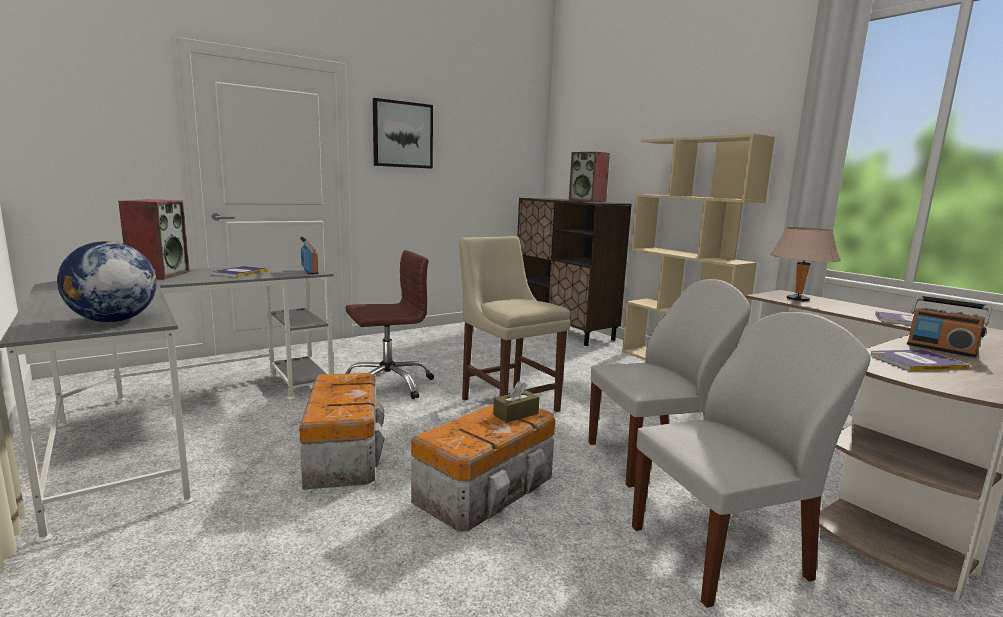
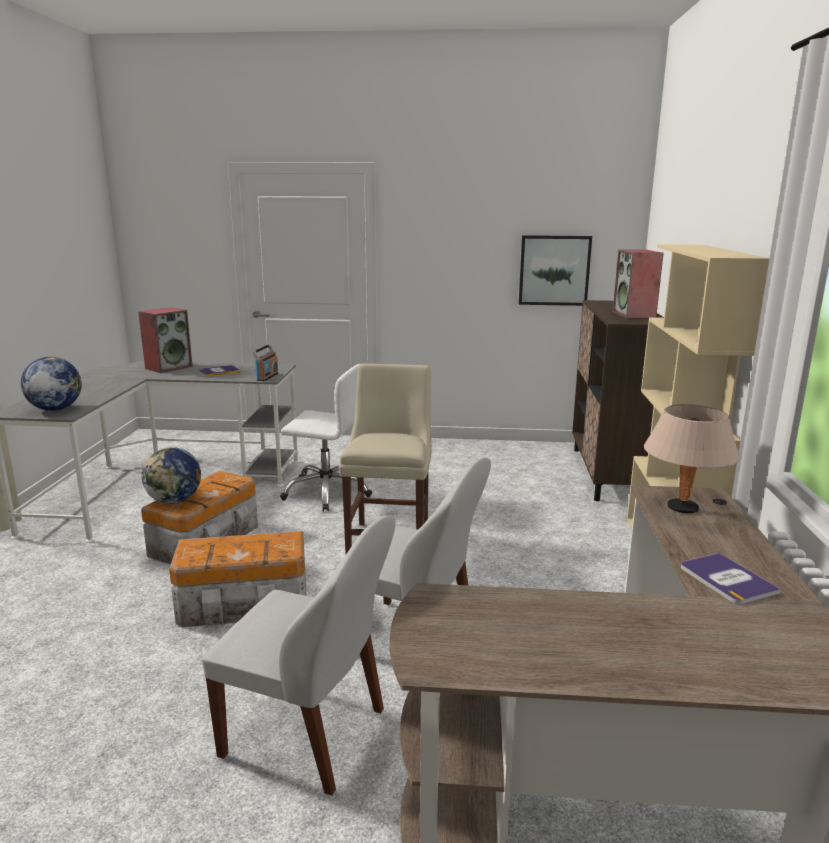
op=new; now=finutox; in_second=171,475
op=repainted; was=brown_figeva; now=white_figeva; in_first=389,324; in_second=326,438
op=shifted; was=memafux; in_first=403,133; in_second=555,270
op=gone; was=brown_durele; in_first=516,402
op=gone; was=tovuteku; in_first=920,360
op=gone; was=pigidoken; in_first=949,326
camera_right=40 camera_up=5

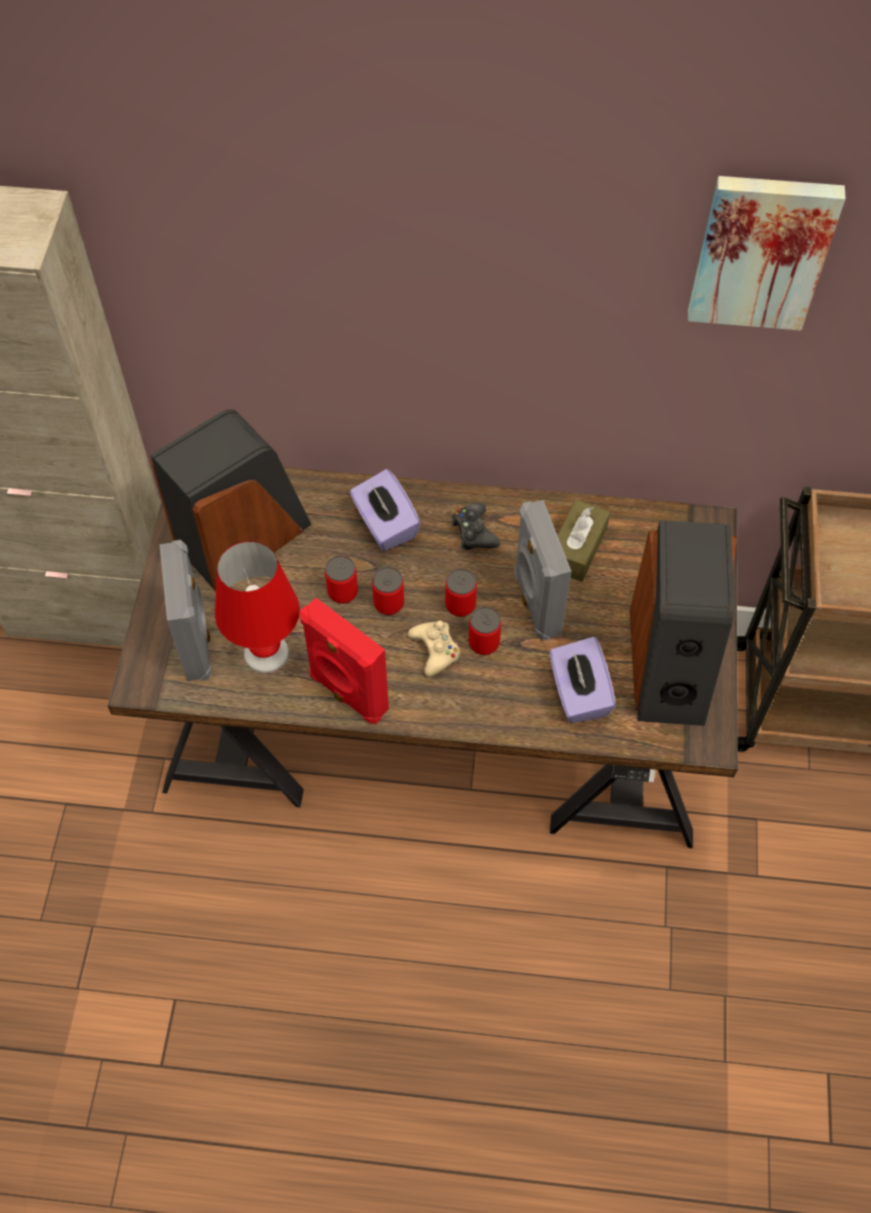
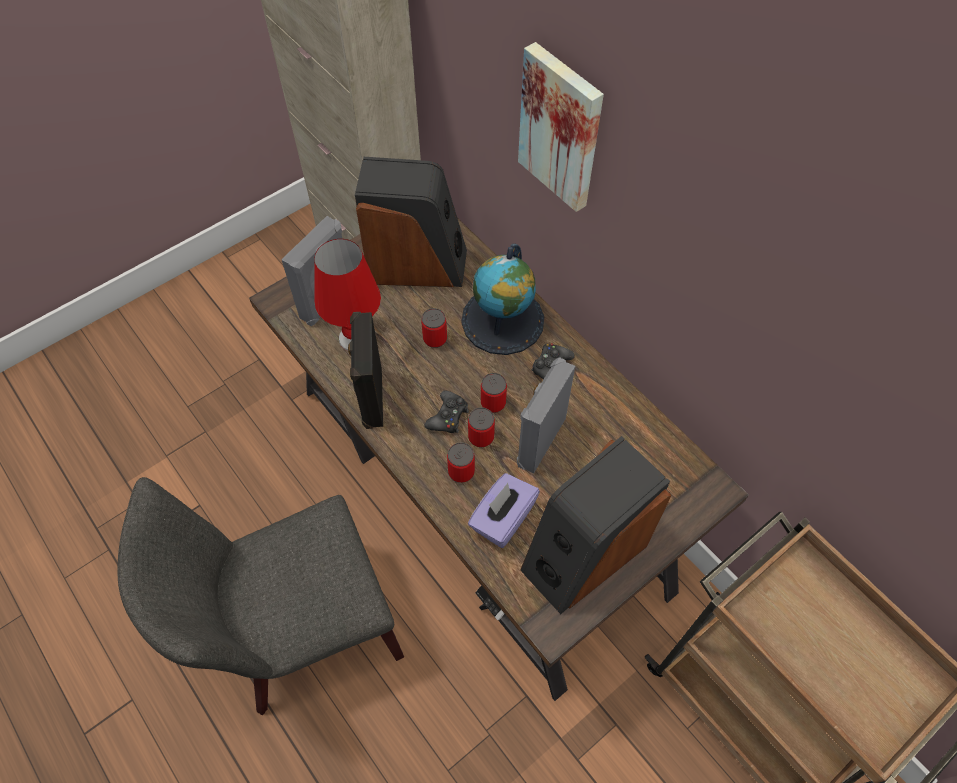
op=new; now=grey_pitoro; in_second=260,596
op=repainted; was=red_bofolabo; now=black_bofolabo; in_first=344,661; in_second=365,370
op=repainted; was=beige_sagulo; now=black_sagulo; in_first=434,648; in_second=446,411
op=shifted; was=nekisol; in_first=388,591; in_second=461,462
op=swapped; was=purple_durele; now=finutox; in_first=385,510; in_second=502,299
op=shifted; was=memafux; in_first=767,253; in_second=561,127
op=gone; was=brown_durele; in_first=583,541
camera_right=45 camera_up=0

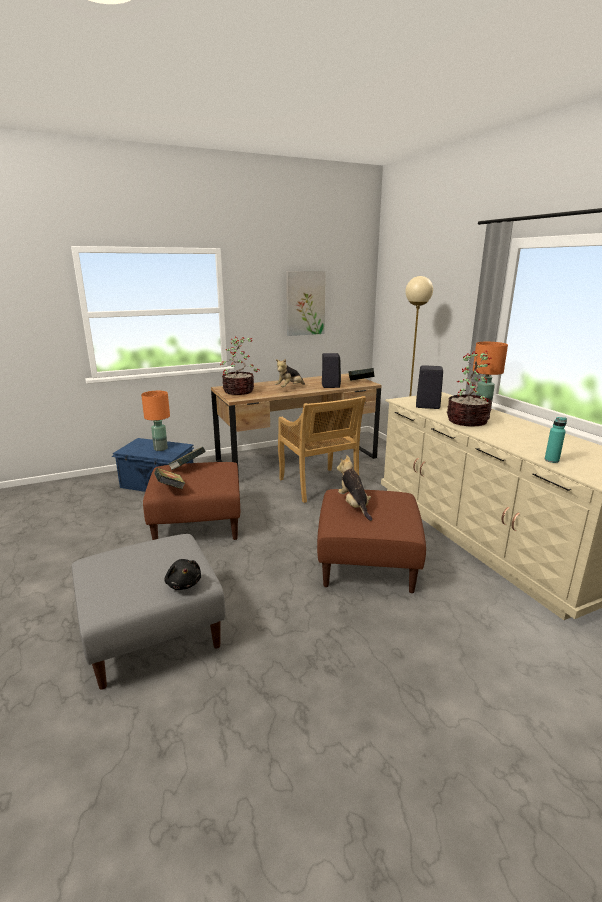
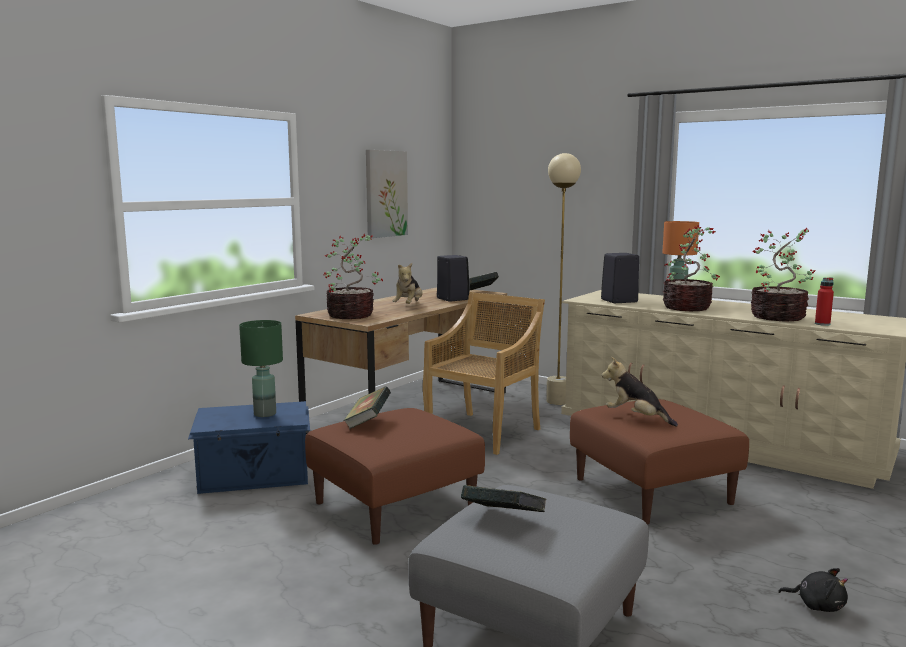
op=repainted; was=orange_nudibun; now=green_nudibun; in_first=155,421; in_second=261,368
op=rotated; was=beige_pitoro; in_first=322,449; in_second=484,373; clockwise=-90
op=shifted; was=tovuteku; in_first=169,478; in_second=503,498
op=new; now=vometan; in_second=783,275
op=shifted; was=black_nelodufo; in_first=182,574; in_second=813,590
op=repainted; was=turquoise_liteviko; now=red_liteviko; in_first=556,440; in_second=824,301
camera_right=-30 camera_up=-10

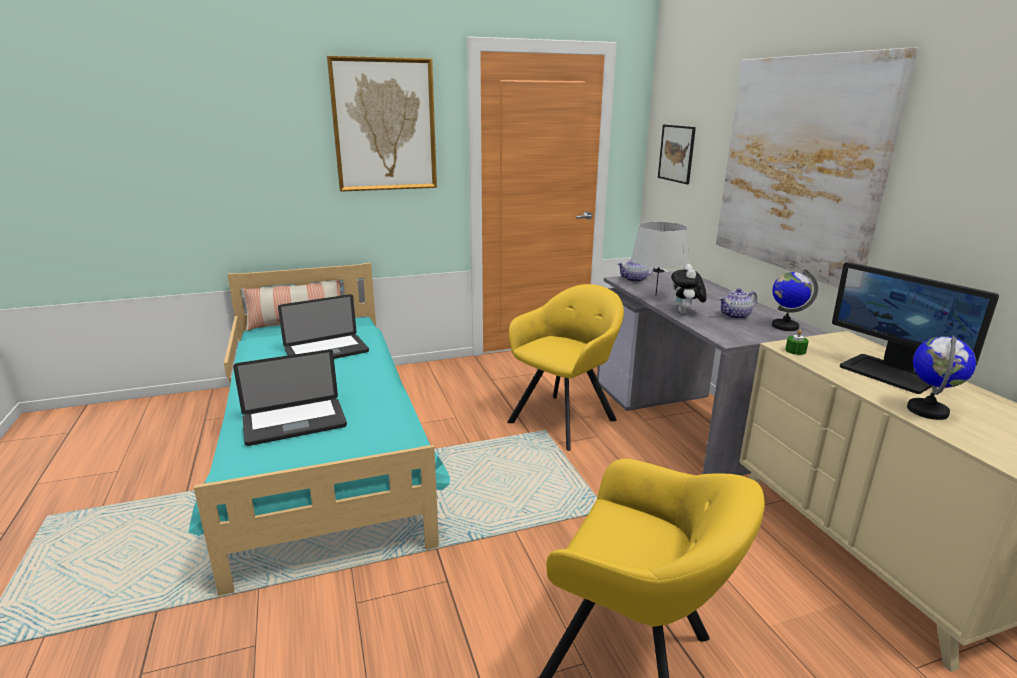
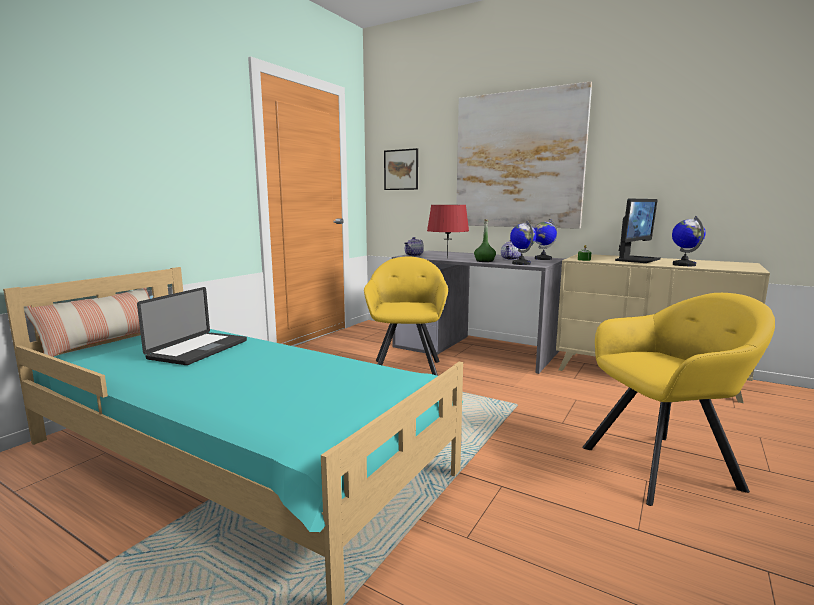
op=repainted; was=grey_nudibun; now=red_nudibun; in_first=660,259; in_second=448,232
op=swapped; was=nelodufo; now=green_liteviko; in_first=689,289; in_second=485,240
op=new; now=finutox; in_second=523,242
op=rotated; was=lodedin; in_first=915,328; in_second=638,230; clockwise=-60
op=gone; was=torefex; in_first=290,397
op=gone; was=memafux; in_first=382,124
camera_right=-40 camera_up=-10

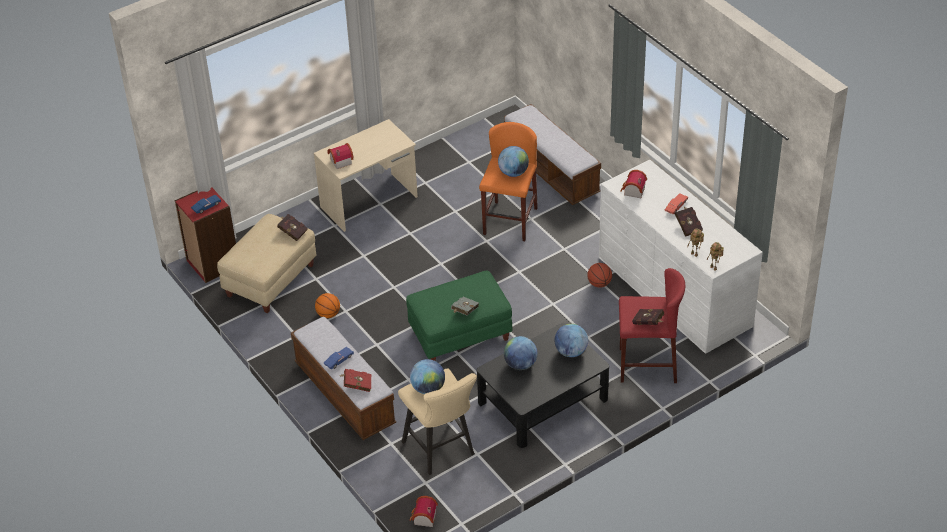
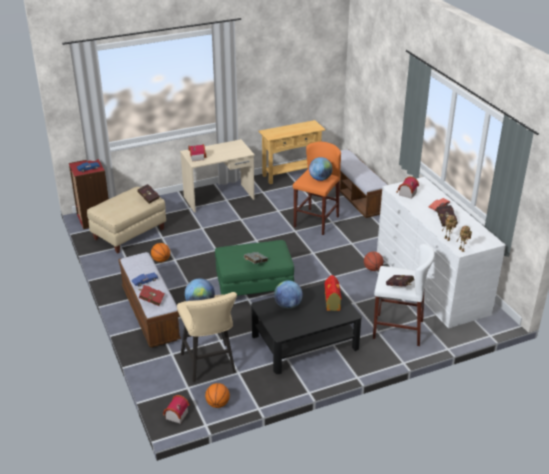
op=new; now=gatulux; in_second=217,395
op=new; now=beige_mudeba; in_second=291,152
op=swapped; was=finutox; now=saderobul; in_first=571,340; in_second=333,293
op=repainted; was=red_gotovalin; now=white_gotovalin; in_first=652,325; in_second=404,295
camera_right=10 camera_up=-10

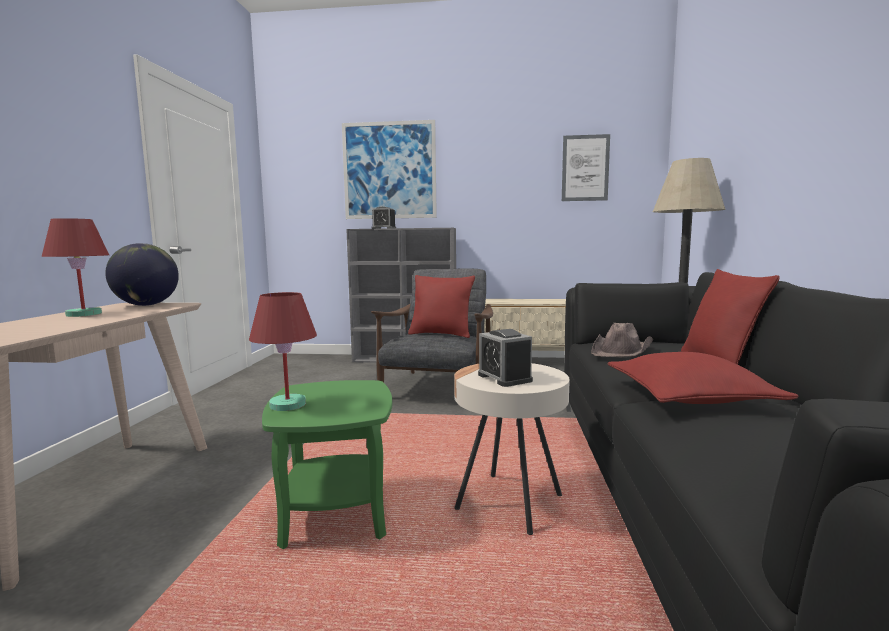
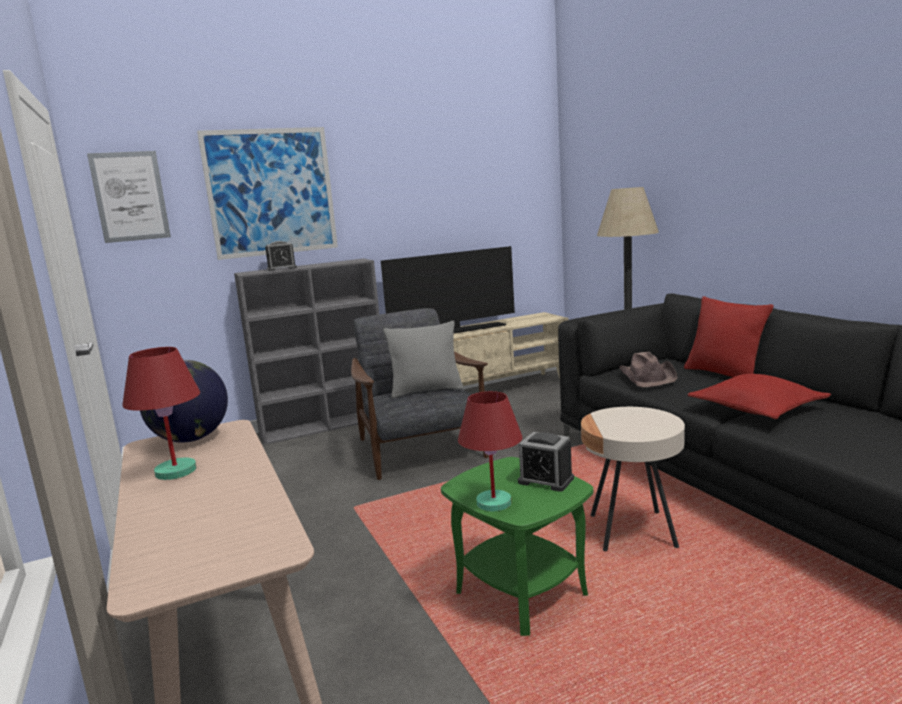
op=shifted; was=memafux; in_first=586,167; in_second=129,197
op=new; now=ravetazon; in_second=448,290
op=repainted; was=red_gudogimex; now=grey_gudogimex; in_first=441,306; in_second=424,359
op=shifted; was=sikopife; in_first=505,358; in_second=546,462
camera_right=-30 camera_up=5

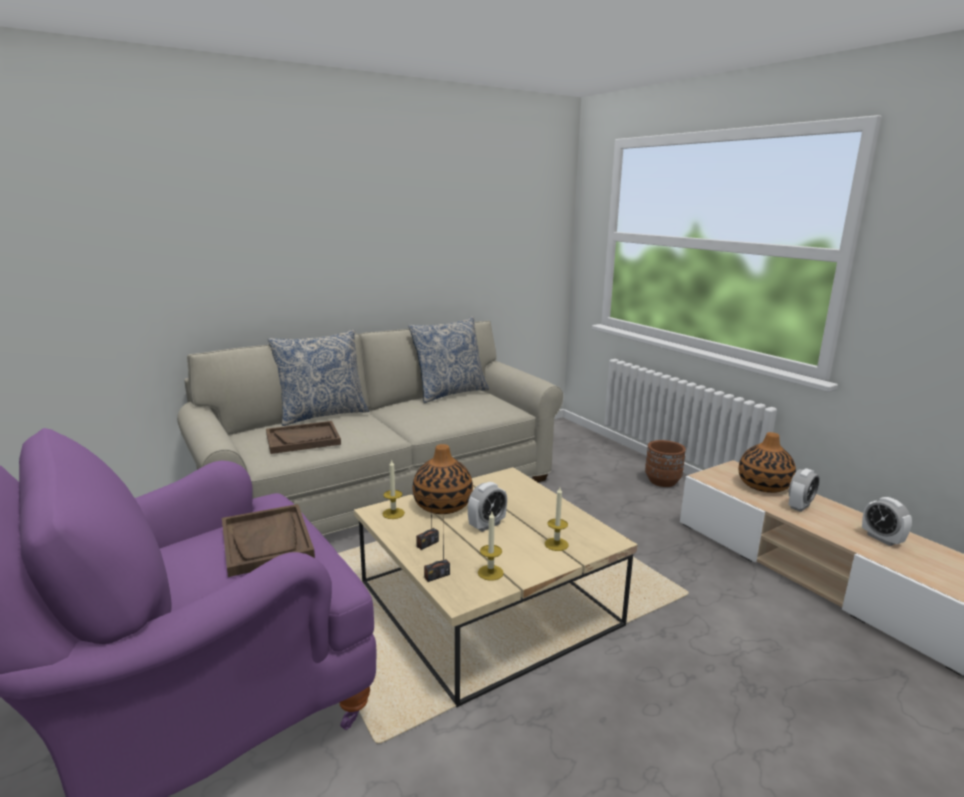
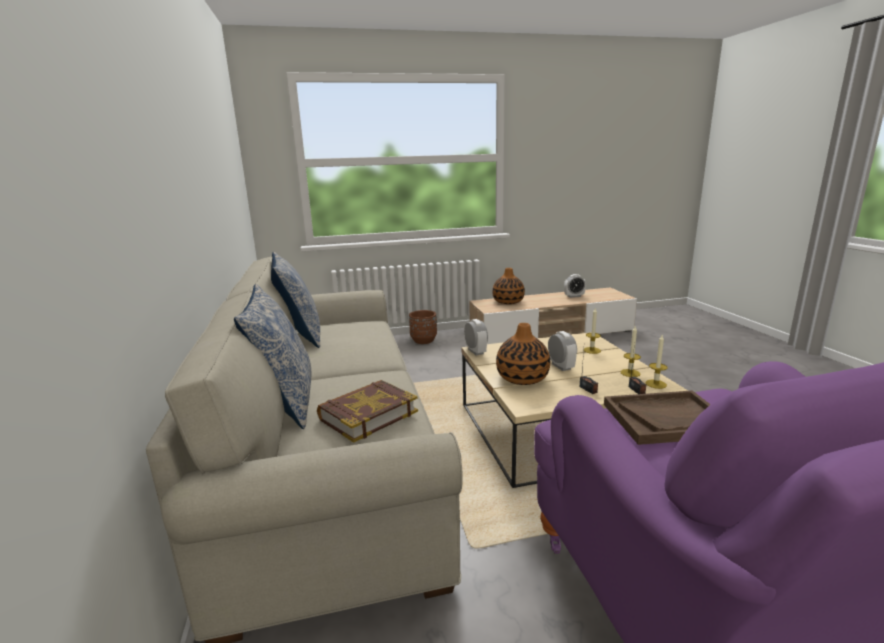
op=swapped; was=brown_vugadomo; now=tovuteku; in_first=303,437; in_second=367,411
op=shifted; was=sikopife; in_first=804,490; in_second=476,337
op=shifted; was=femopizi; in_first=394,489; in_second=656,362
camera_right=-70 camera_up=0

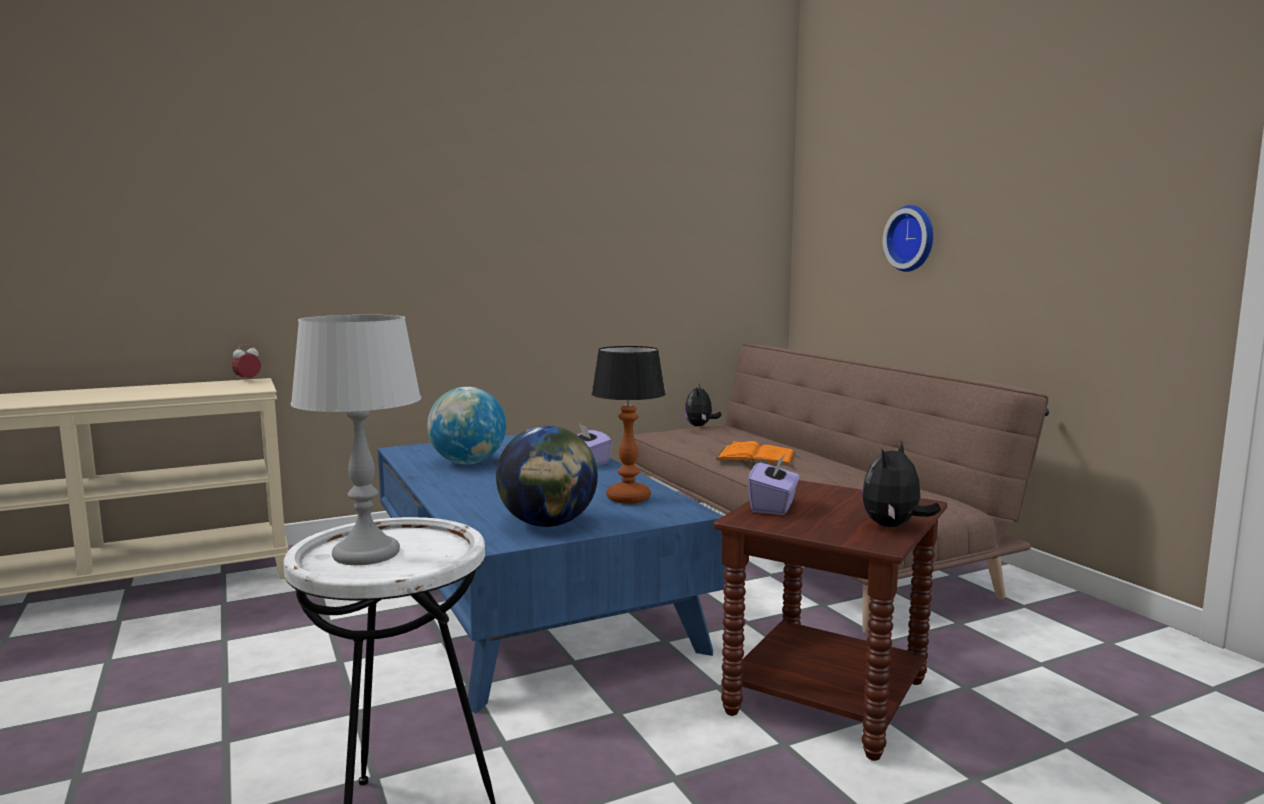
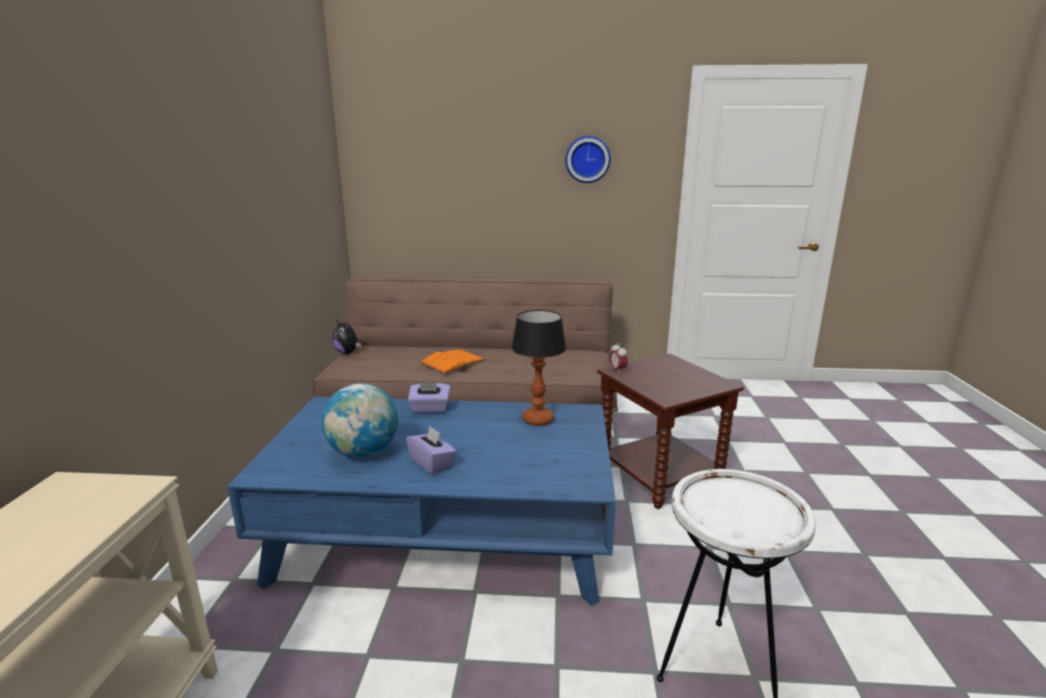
op=shifted; was=purple_durele; in_first=773,485; in_second=431,450
op=shifted; was=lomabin; in_first=908,238; in_second=588,159
op=shifted; was=sikopife; in_first=246,362; in_second=618,356
op=gone; was=grey_nudibun; in_first=356,440
op=gone; was=finutox; in_first=547,476
op=gone; was=nelodufo; in_first=901,484
camera_right=-60 camera_up=10

